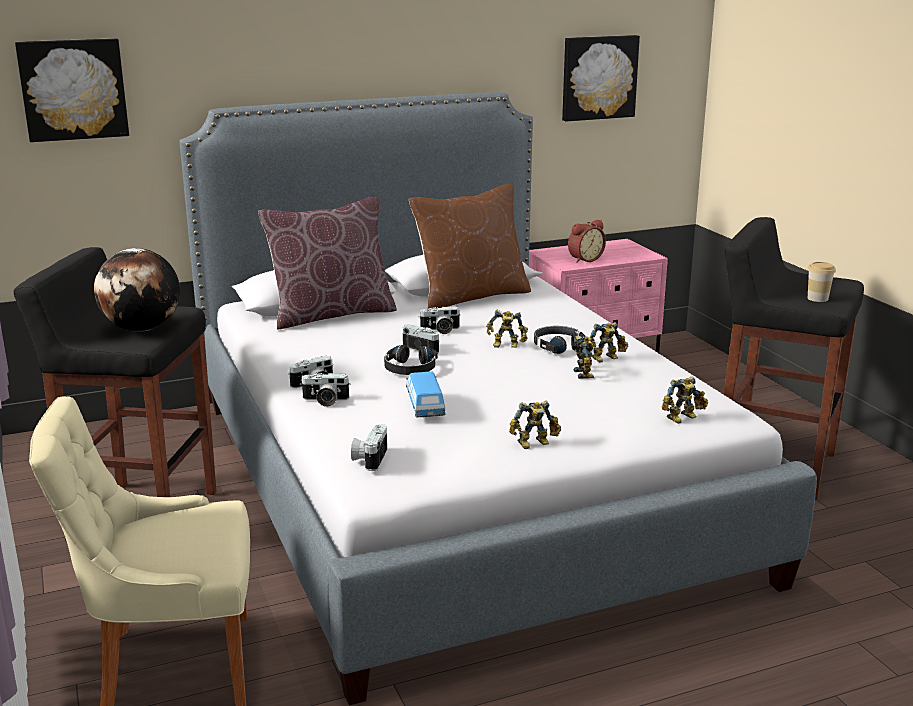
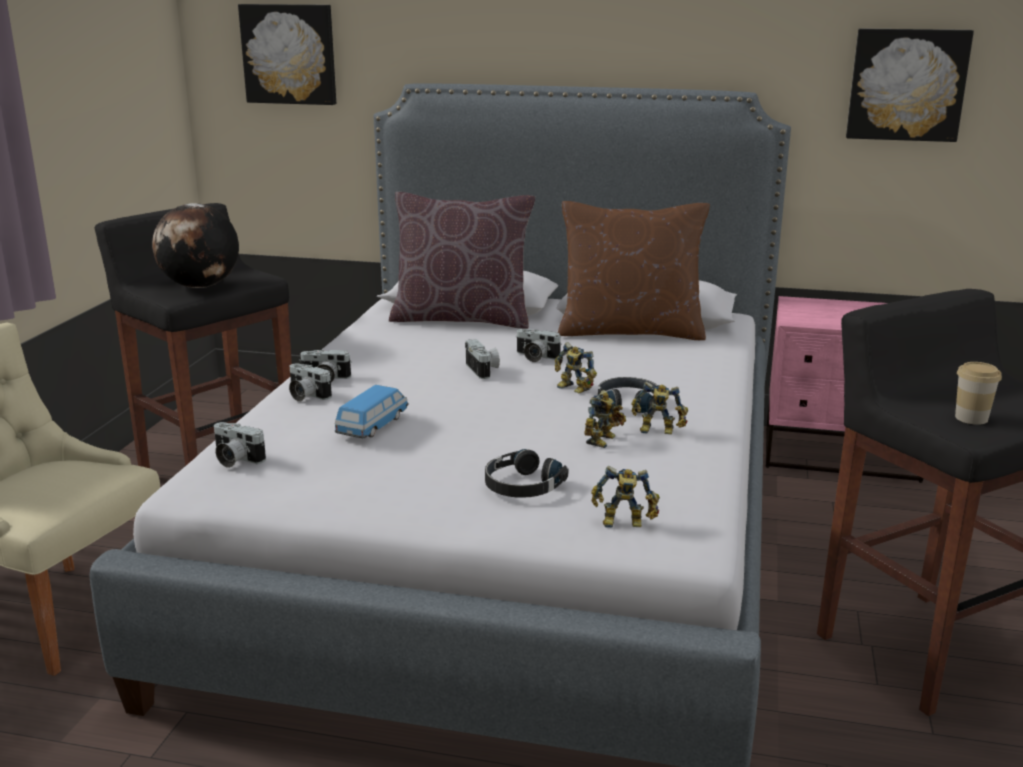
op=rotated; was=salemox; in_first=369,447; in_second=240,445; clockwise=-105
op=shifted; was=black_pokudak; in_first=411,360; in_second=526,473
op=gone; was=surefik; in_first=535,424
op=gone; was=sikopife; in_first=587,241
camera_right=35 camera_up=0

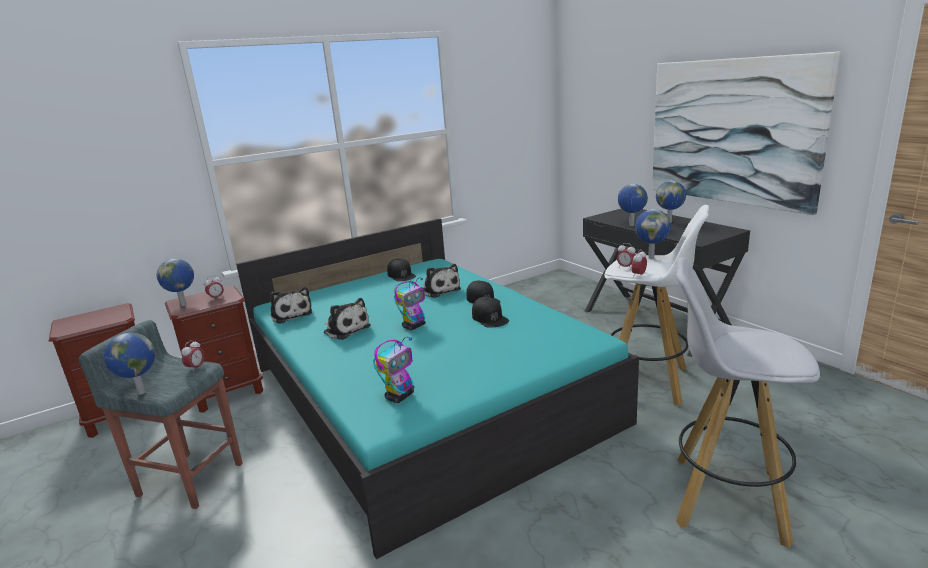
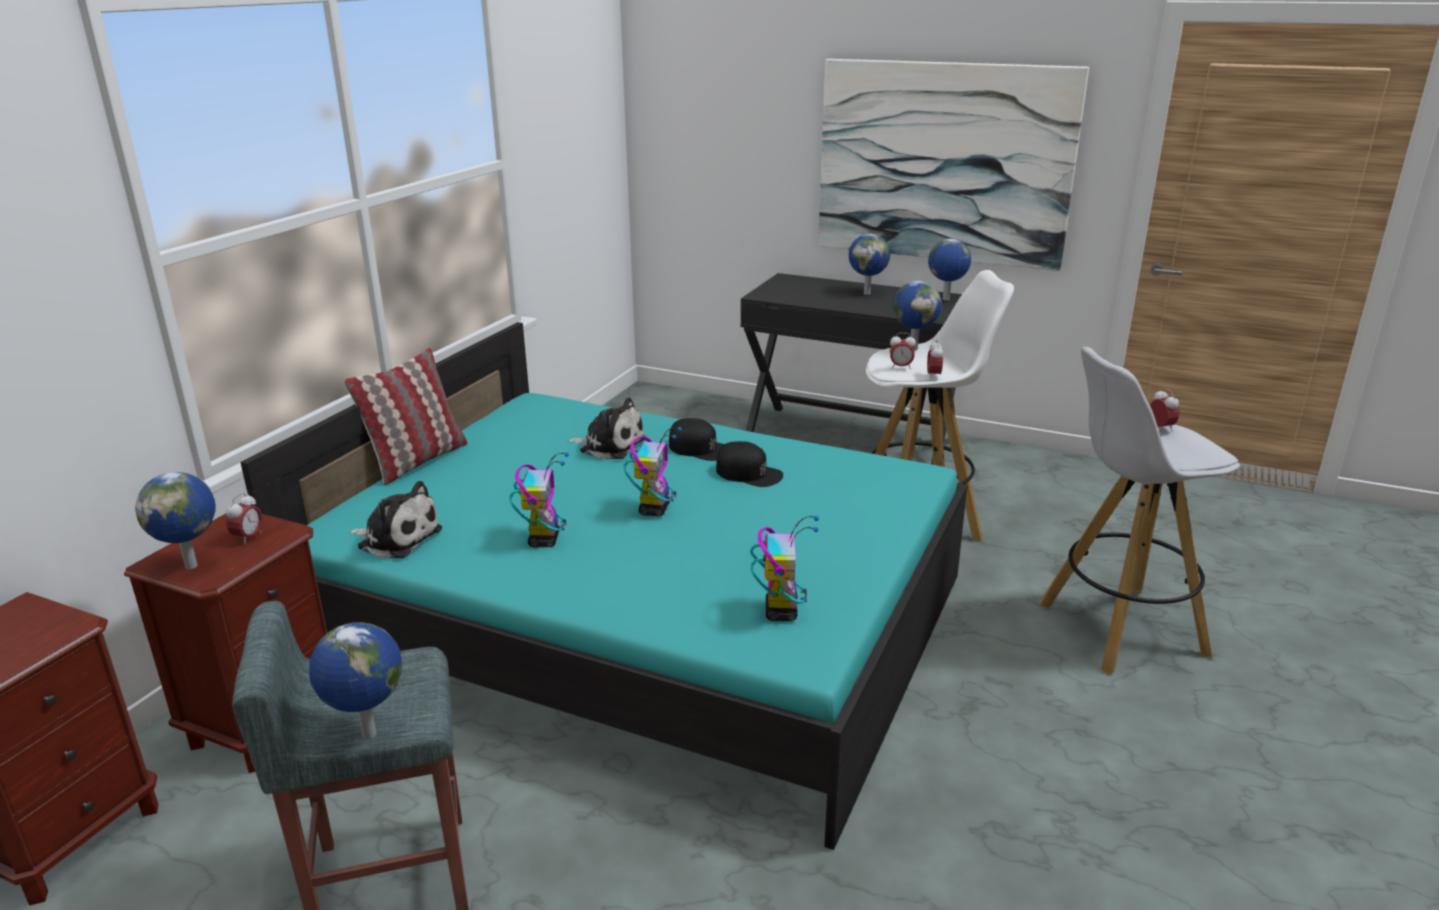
op=new; now=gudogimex; in_second=405,416
op=swapped; was=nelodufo; now=surefik; in_first=347,319; in_second=539,499
op=shifted; was=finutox; in_first=633,205; in_second=949,269
op=shifted; was=sikopife; in_first=193,355; in_second=1164,410
op=gone; was=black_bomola; in_first=401,270
camera_right=-35 camera_up=5

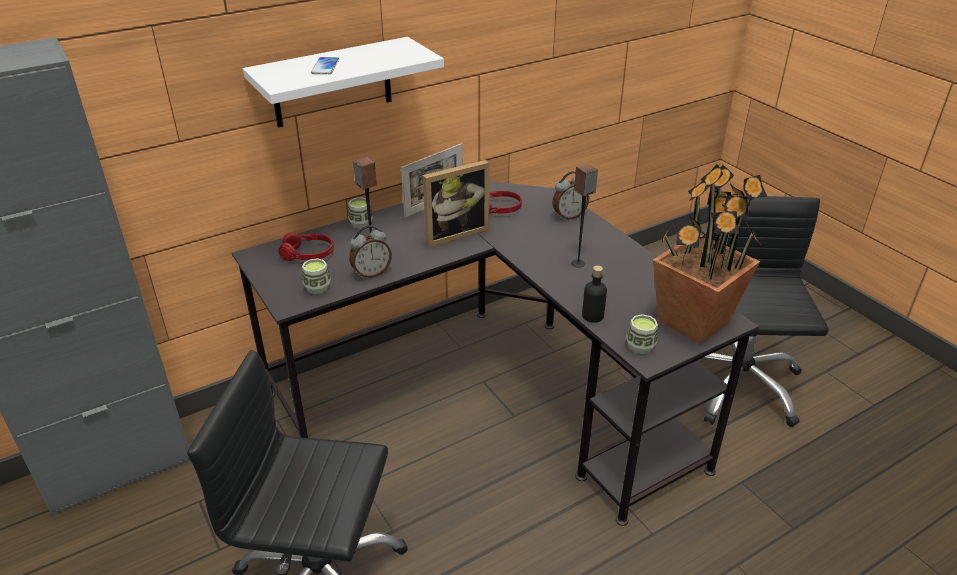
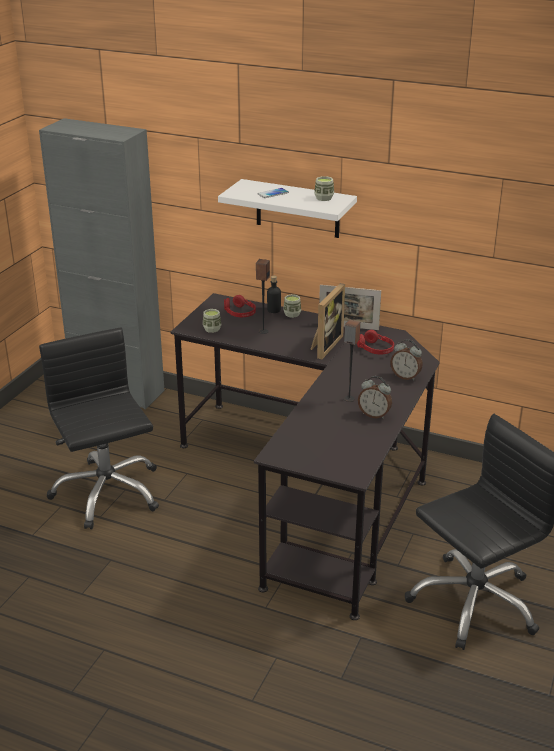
op=shifted; was=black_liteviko; in_first=594,294; in_second=274,294
op=rotated; was=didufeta; in_first=456,203; in_second=327,321; clockwise=-90
op=shifted; was=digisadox; in_first=642,334; in_second=324,188
op=shifted; was=sikopife; in_first=370,252; in_second=375,397
op=gone; was=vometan; in_first=710,254
camera_right=55 camera_up=-5

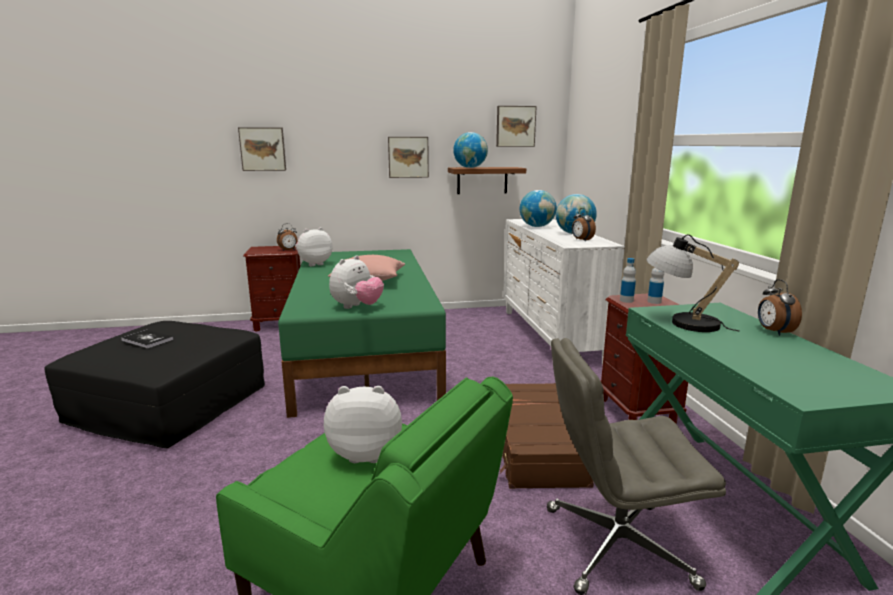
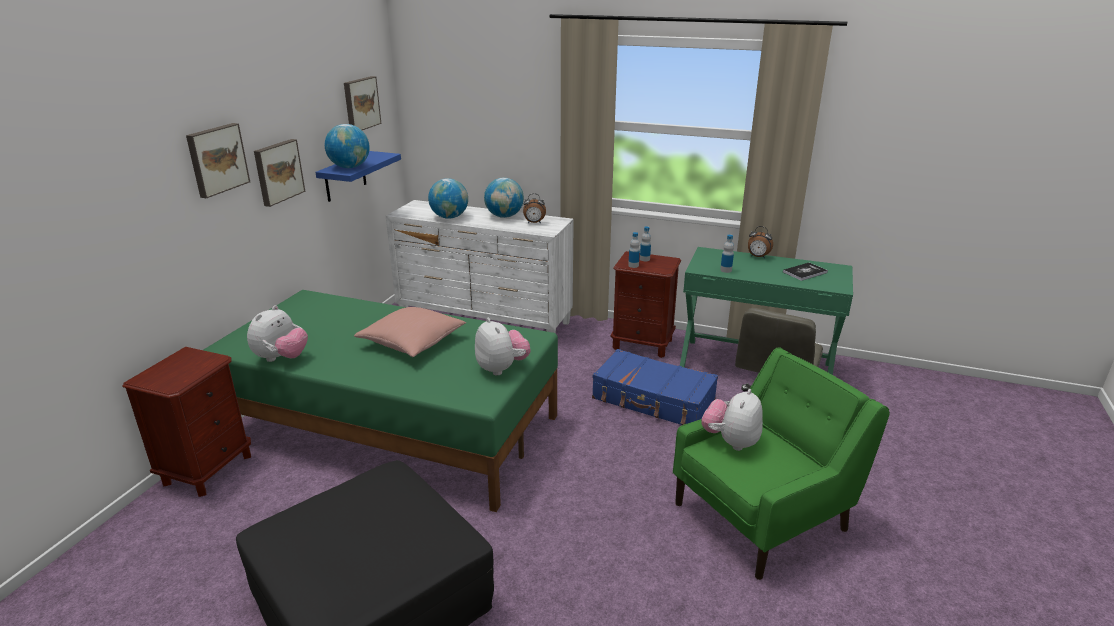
op=shifted; was=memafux; in_first=262,149; in_second=218,160
op=rotated; was=nelodufo; in_first=313,246; in_second=277,333; clockwise=-150
op=repainted; was=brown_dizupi; now=blue_dizupi; in_first=487,180; in_second=358,176
op=repainted; was=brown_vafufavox; now=blue_vafufavox; in_first=547,436; in_second=655,387
op=swapped; was=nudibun; now=liteviko; in_first=693,283; in_second=727,254
op=shifted; was=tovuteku; in_first=147,339; in_second=805,272
op=gone; was=sikopife; in_first=287,237
camera_right=-60 camera_up=10

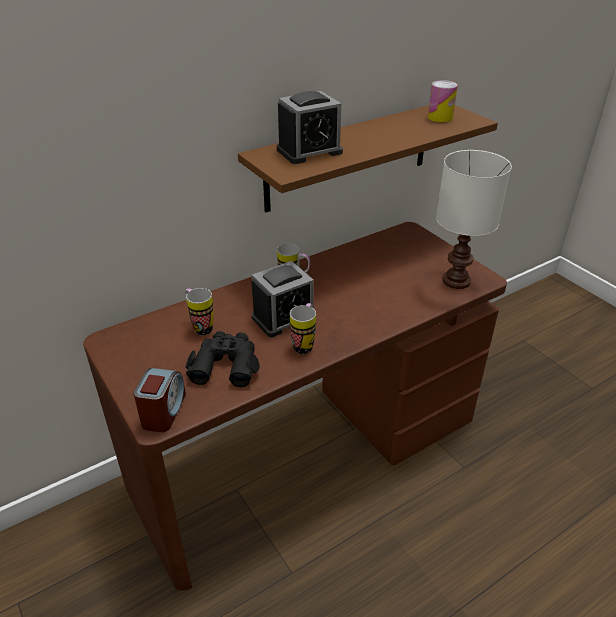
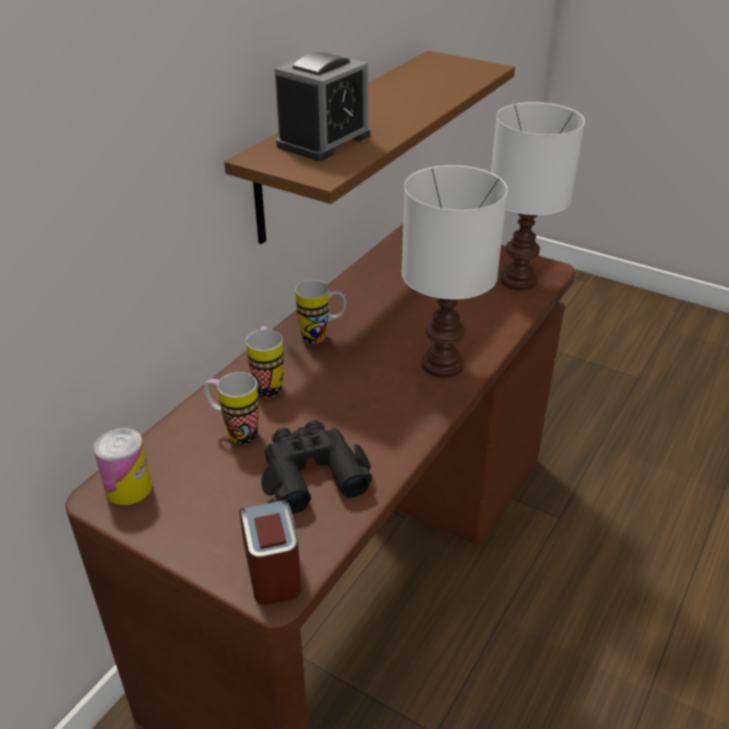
op=shifted; was=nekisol; in_first=443,101; in_second=122,466
op=shifted; was=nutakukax; in_first=303,328; in_second=265,361
op=new; now=white_nudibun; in_second=455,271
op=gone; was=sikopife; in_first=282,299
camera_right=-25 camera_up=0

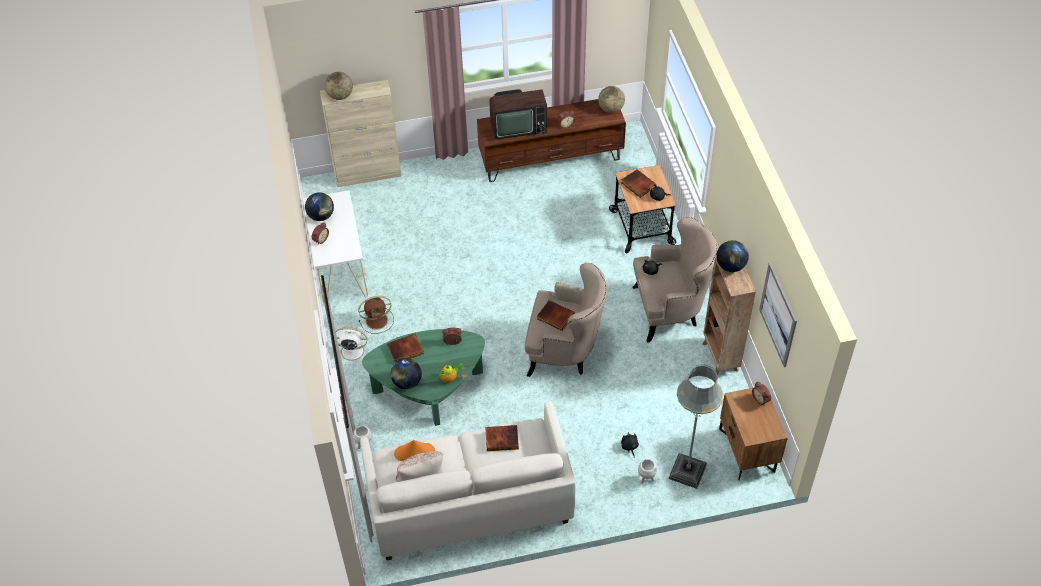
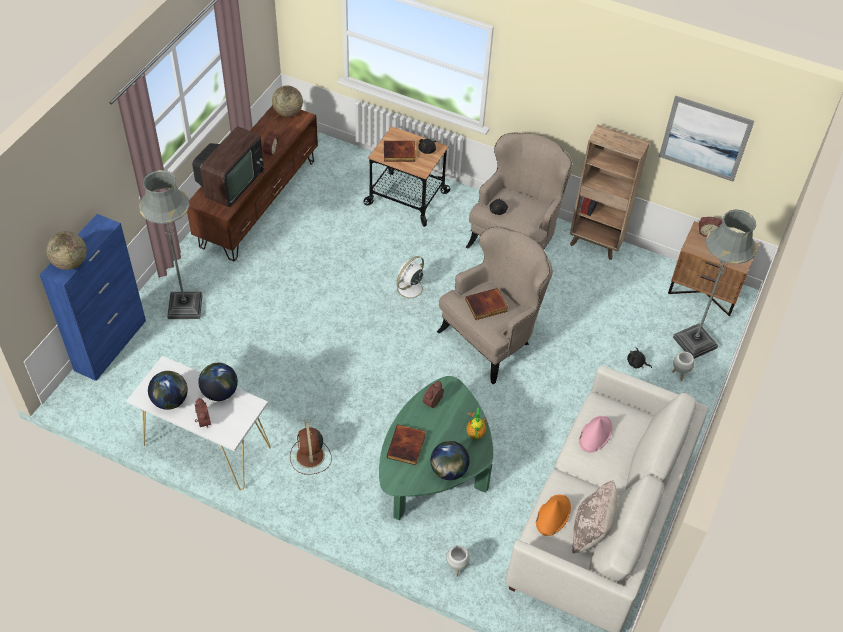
op=repainted; was=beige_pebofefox; now=blue_pebofefox; in_first=360,133; in_second=93,297
op=new; now=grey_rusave; in_second=171,244
op=shifted; was=finutox; in_first=732,256; in_second=218,382
op=rotated; was=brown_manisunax; in_first=376,315; in_second=311,447; clockwise=150
op=shifted; was=white_manisunax; in_first=352,346; in_second=410,280
op=swapped; was=tovuteku; now=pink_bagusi; in_first=502,438; in_second=596,434
camera_right=-55 camera_up=0

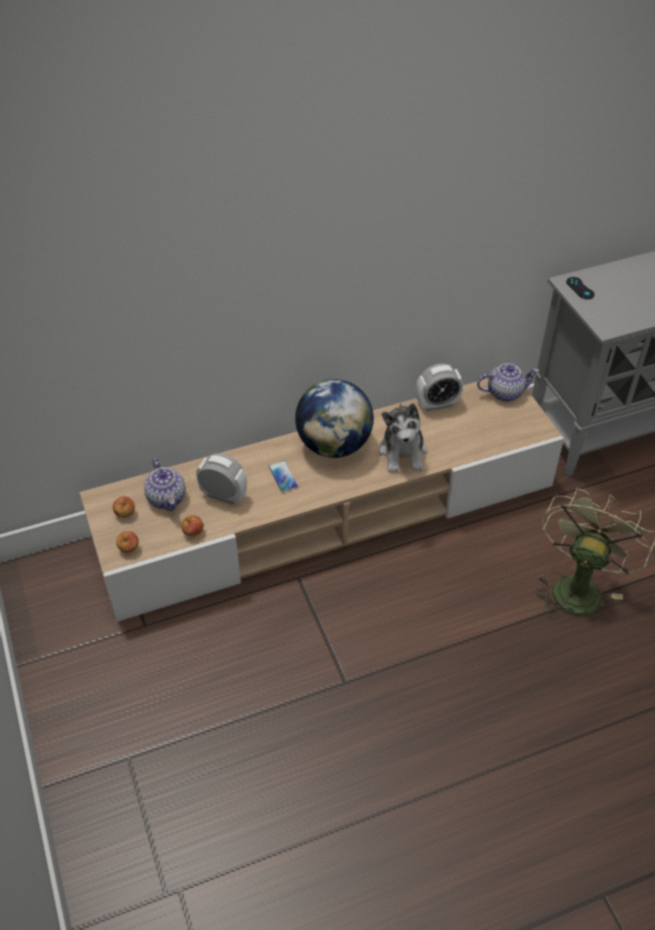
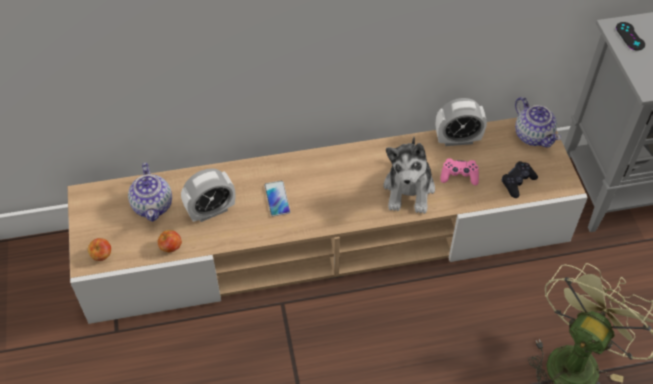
op=rotated; was=sikopife; in_first=221,479; in_second=208,195; clockwise=120
op=new; now=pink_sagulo; in_second=459,171
op=new; now=black_sagulo; in_second=520,179
op=rotated; was=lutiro; in_first=508,382; in_second=538,122; clockwise=60
op=gone; was=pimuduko; in_first=124,507
op=gone; was=finutox; in_first=334,418
camera_right=10 camera_up=5

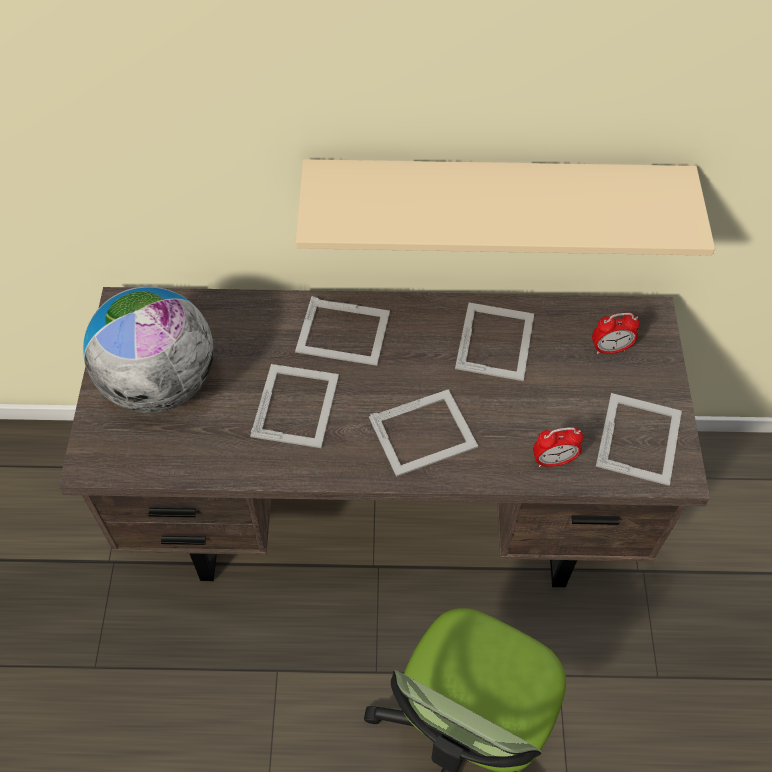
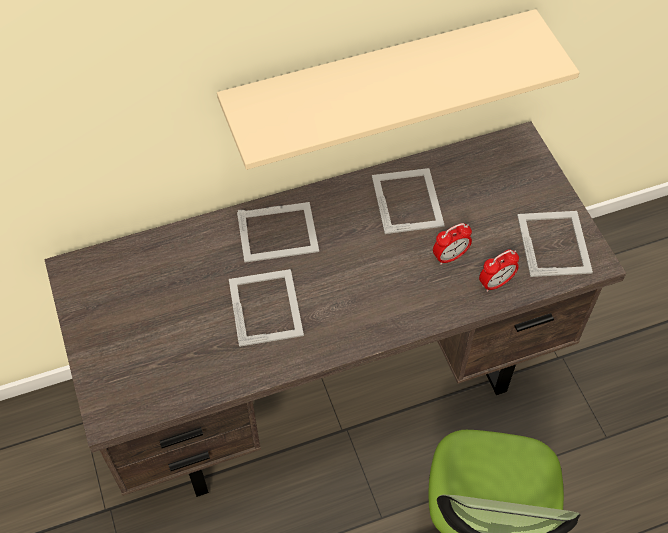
op=shifted; was=sikopife; in_first=616,333; in_second=452,244
op=gone; was=finutox; in_first=148,349
op=gone; was=didufeta; in_first=423,433
camera_right=-20 camera_up=0

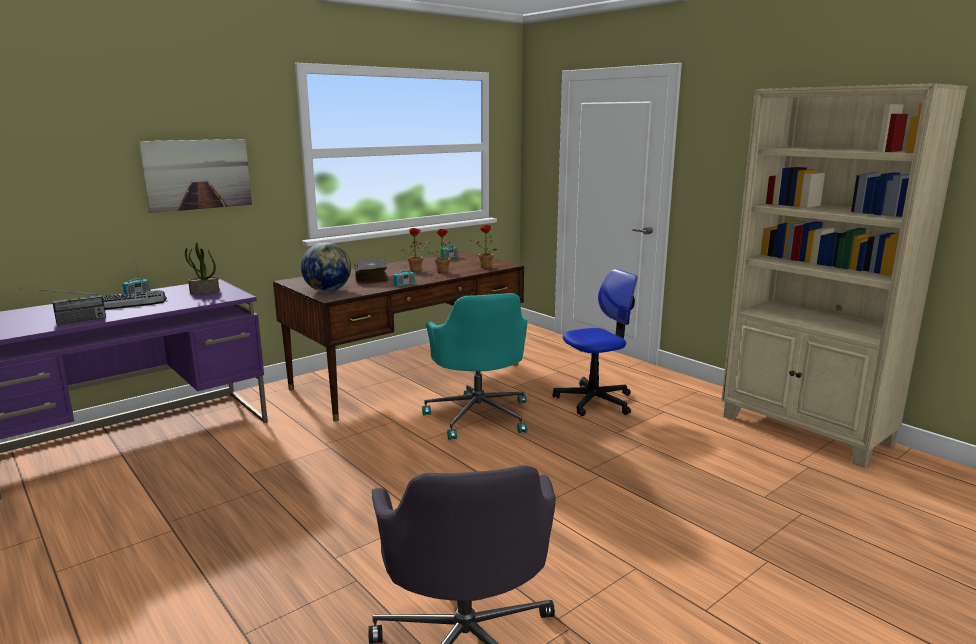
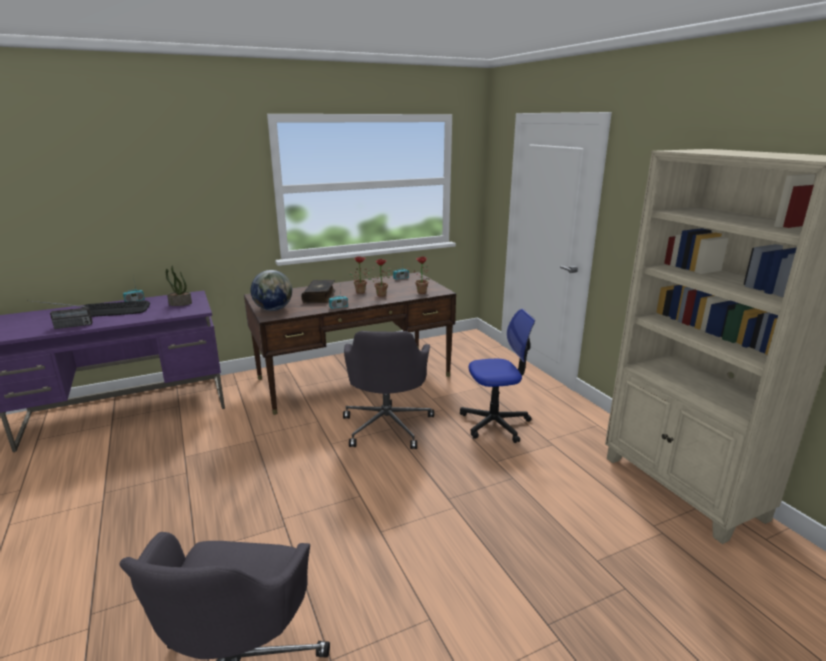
op=repainted; was=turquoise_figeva; now=grey_figeva; in_first=474,366; in_second=388,390
op=gone; was=memafux; in_first=195,176
camera_right=15 camera_up=5

